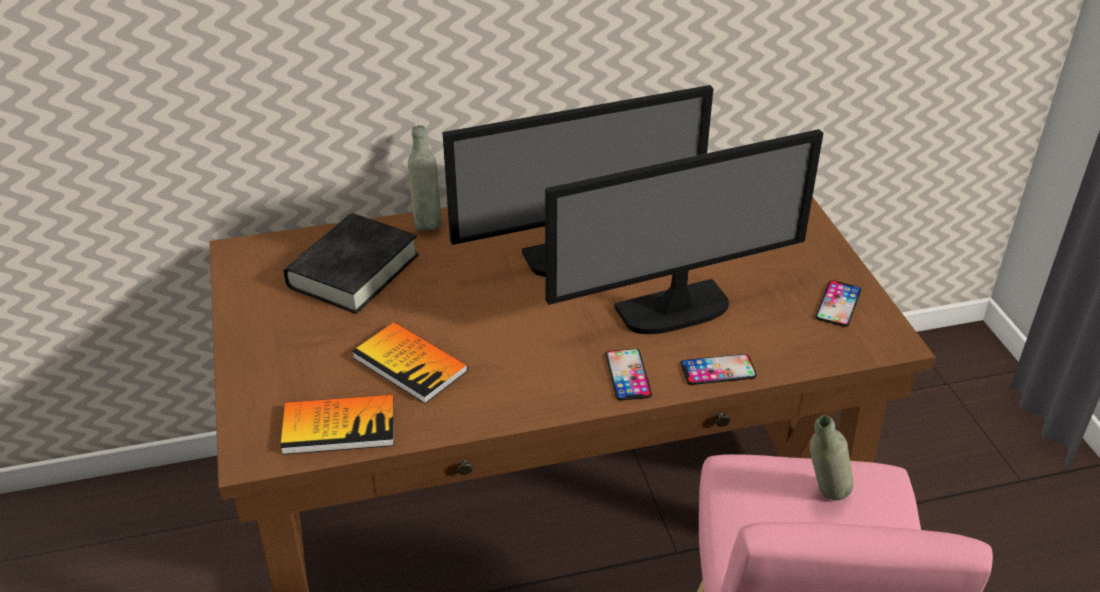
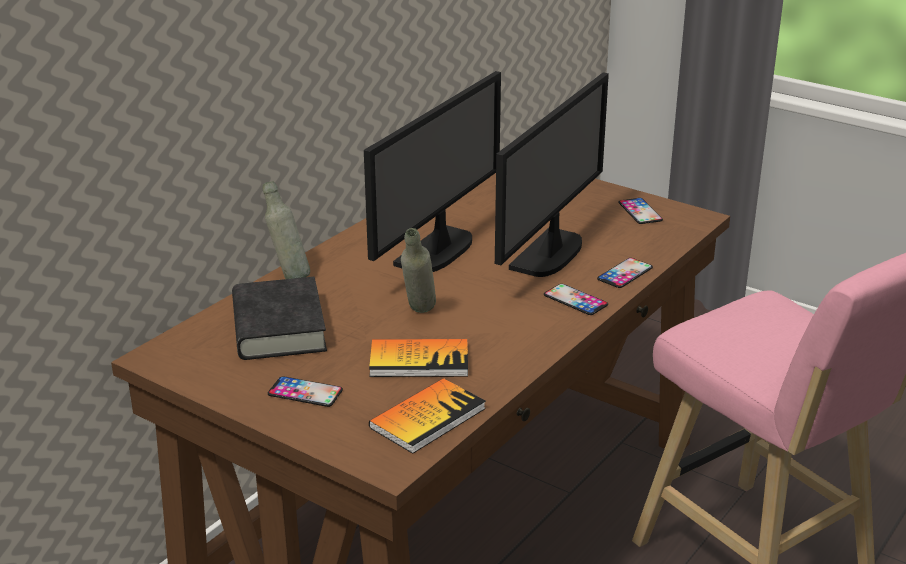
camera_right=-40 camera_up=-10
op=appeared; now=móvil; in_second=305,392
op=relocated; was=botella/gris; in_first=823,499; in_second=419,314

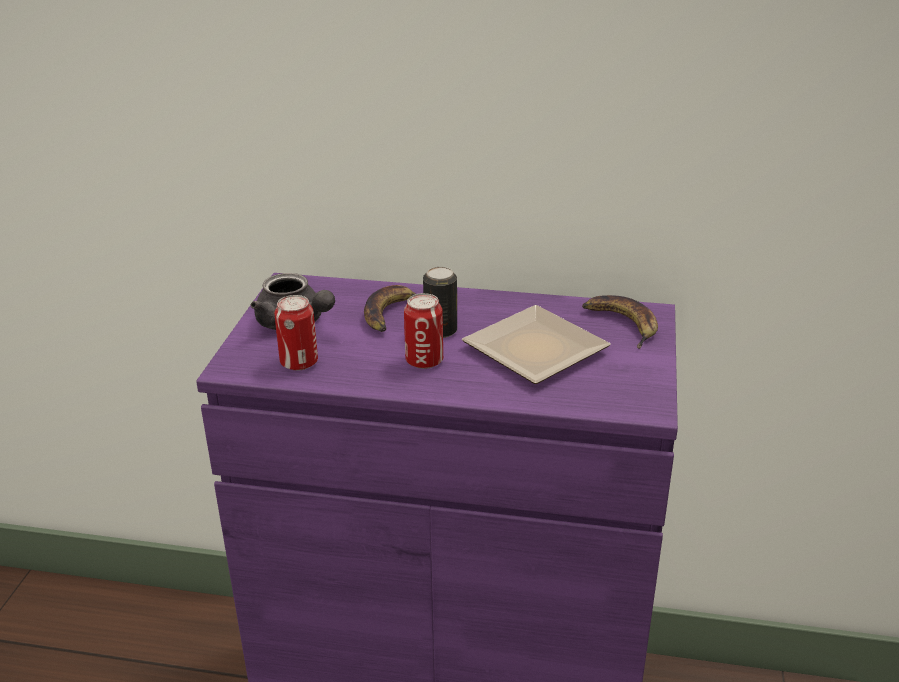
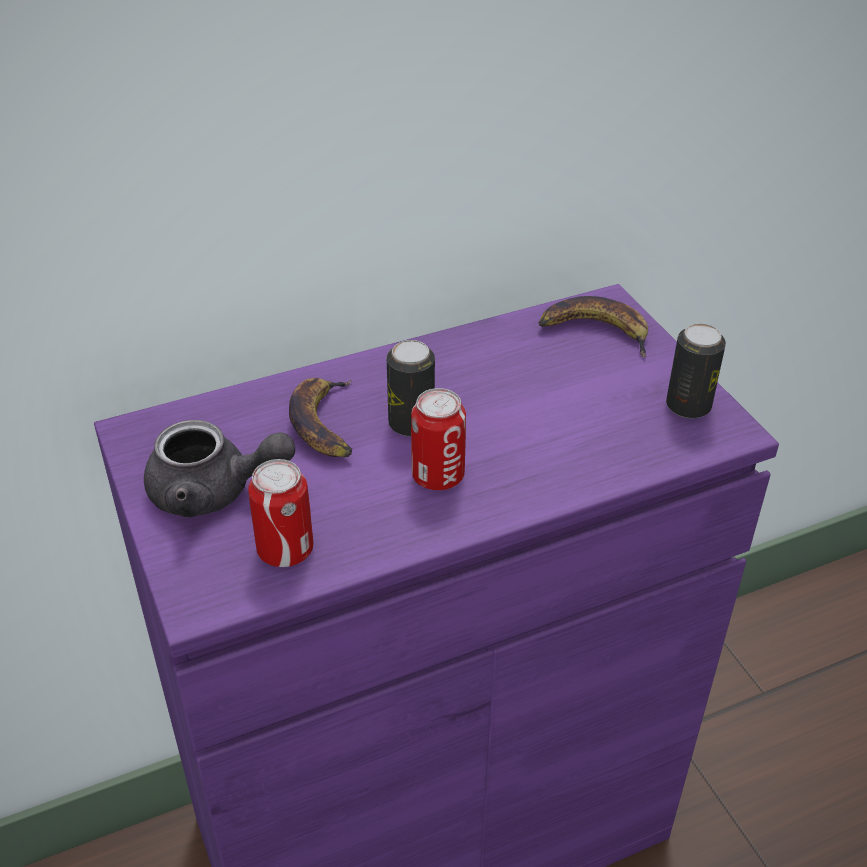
camera_right=-35 camera_up=10
op=missing; was=plato; in_first=535,347
op=appeared; now=lata; in_second=688,406

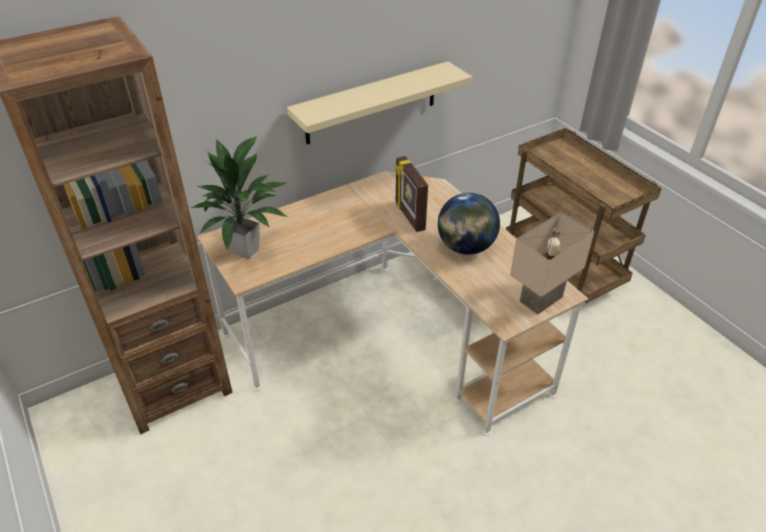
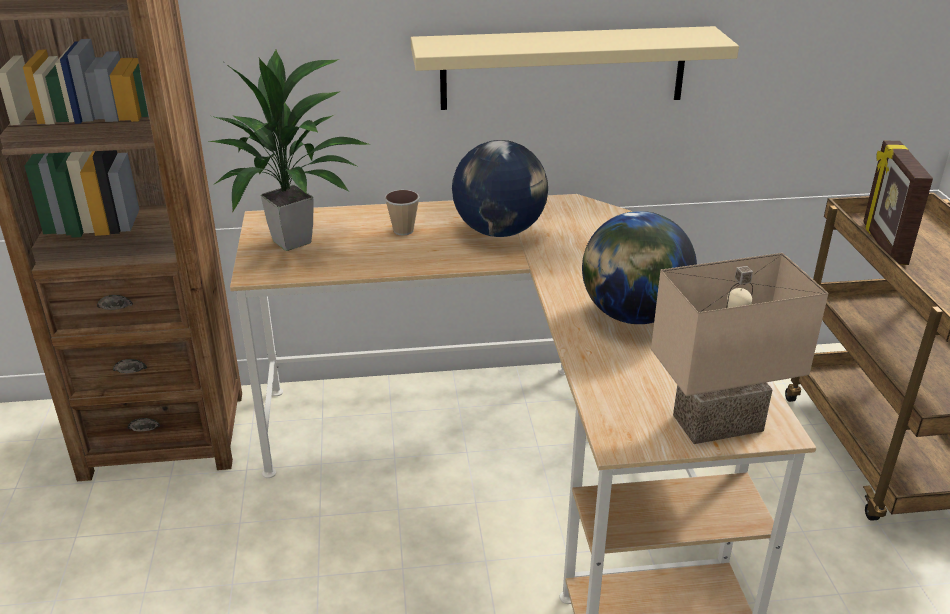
camera_right=25 camera_up=-10
op=appeared; now=taza; in_second=403,230
op=appeared; now=globo terráqueo; in_second=499,231
op=relocated; was=portarretratos; in_first=409,216; in_second=882,244

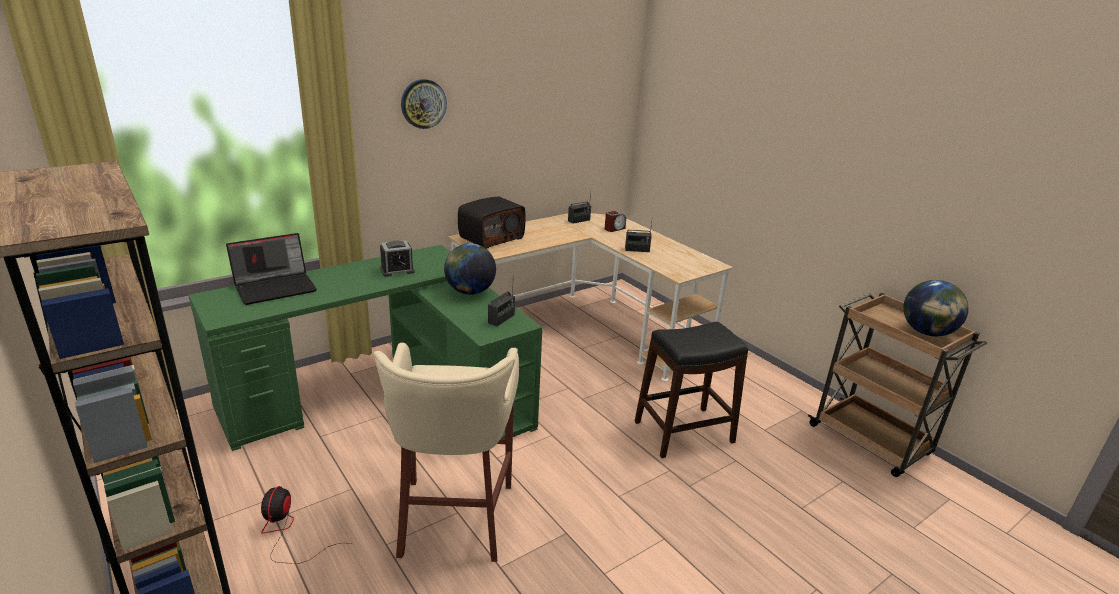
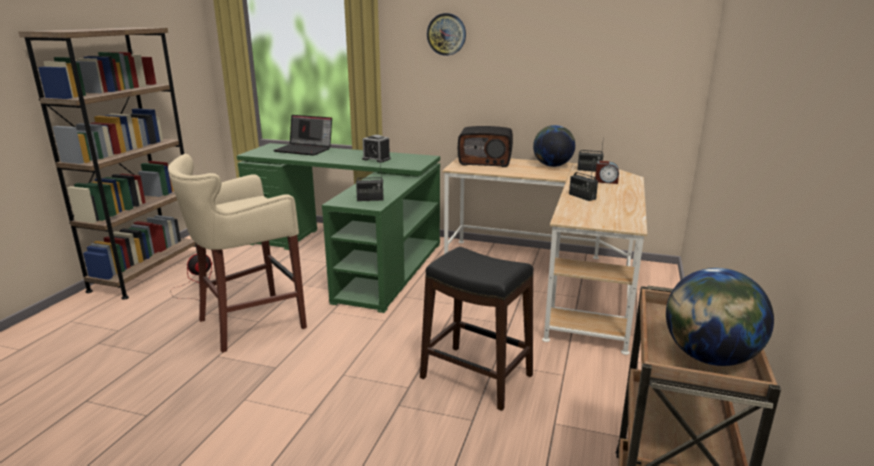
camera_right=55 camera_up=-5
op=relocated; was=globo terráqueo; in_first=470,292; in_second=552,165

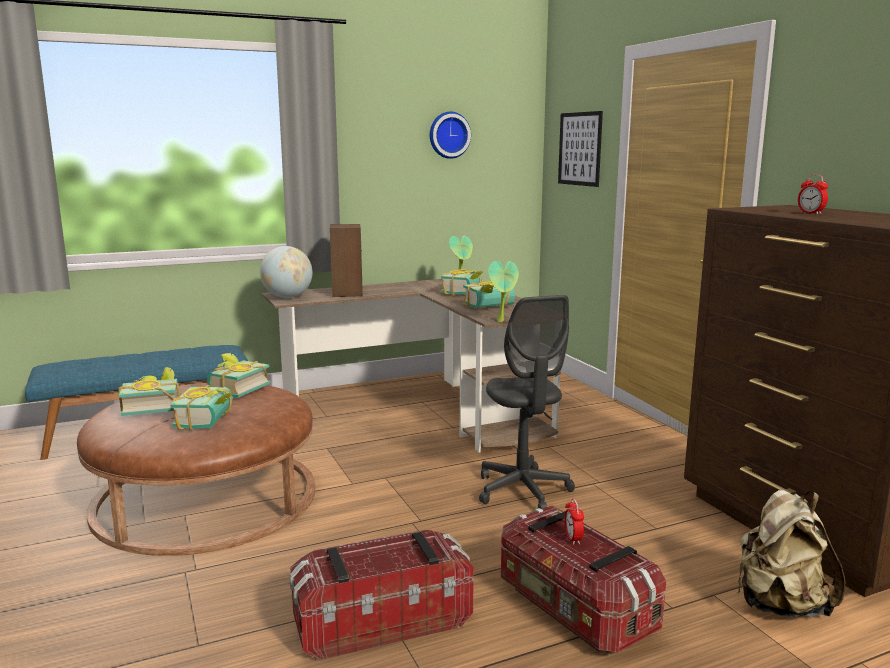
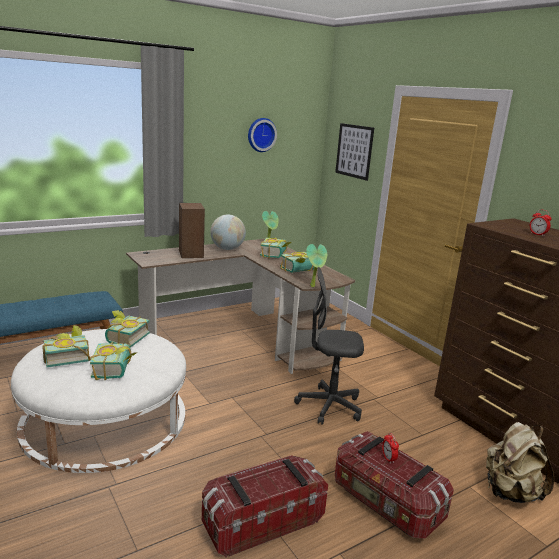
camera_right=-10 camera_up=5
op=relocated; was=globo terráqueo; in_first=287,297; in_second=227,249
op=colour; was=puf/marrón; now=puf/blanco; in_first=206,497; in_second=105,419
op=spun; was=silla de oficina/gris; in_first=523,490; in_second=329,406; clockwise=120

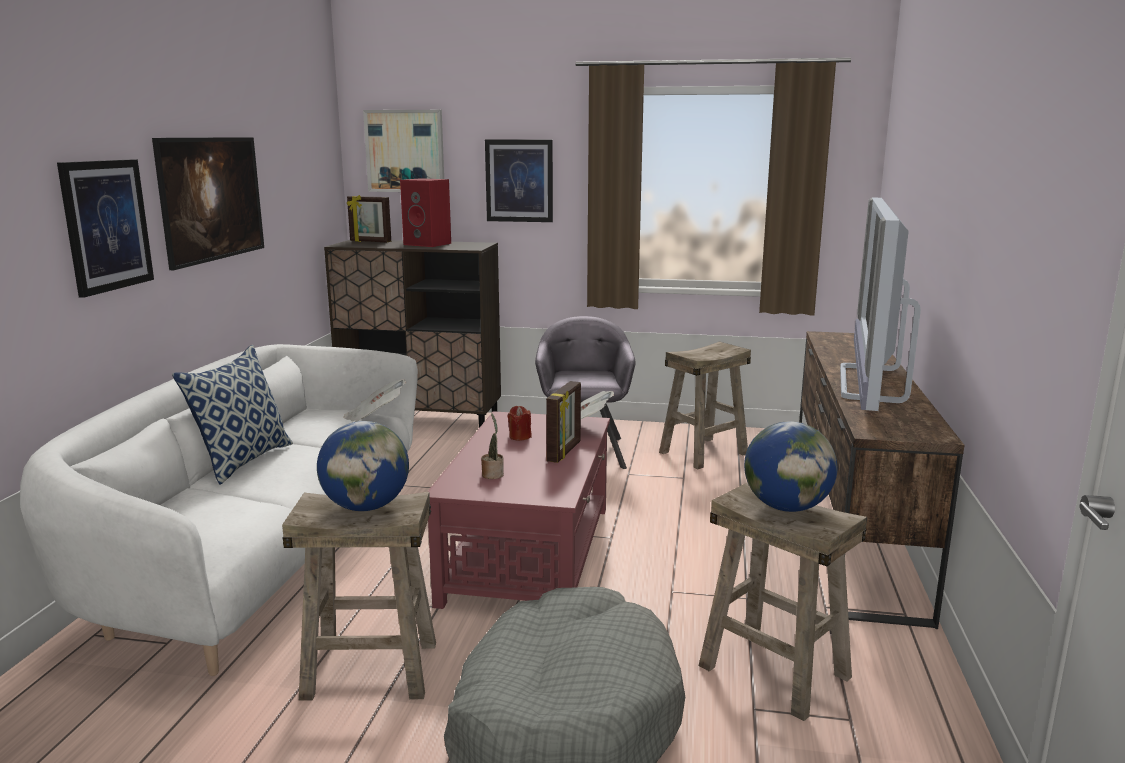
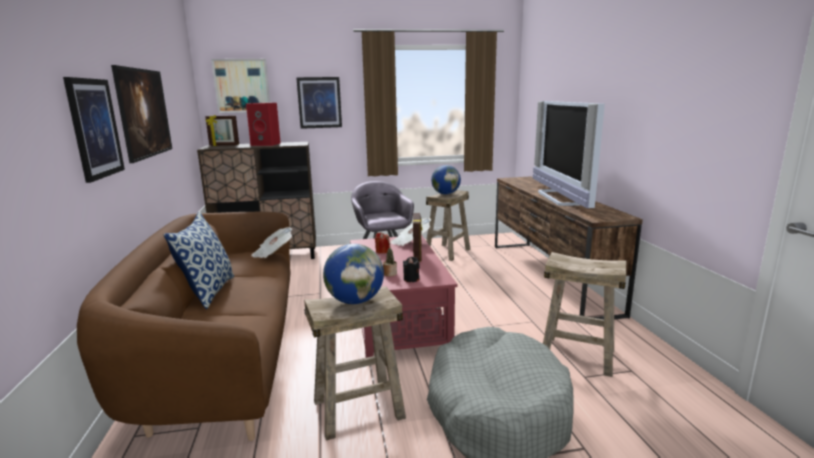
camera_right=-20 camera_up=0
op=appeared; now=vela/negro; in_second=411,279
op=relocated; was=globo terráqueo; in_first=786,507; in_second=445,194
op=colour; was=sofá/blanco; now=sofá/marrón; in_first=263,553; in_second=225,354

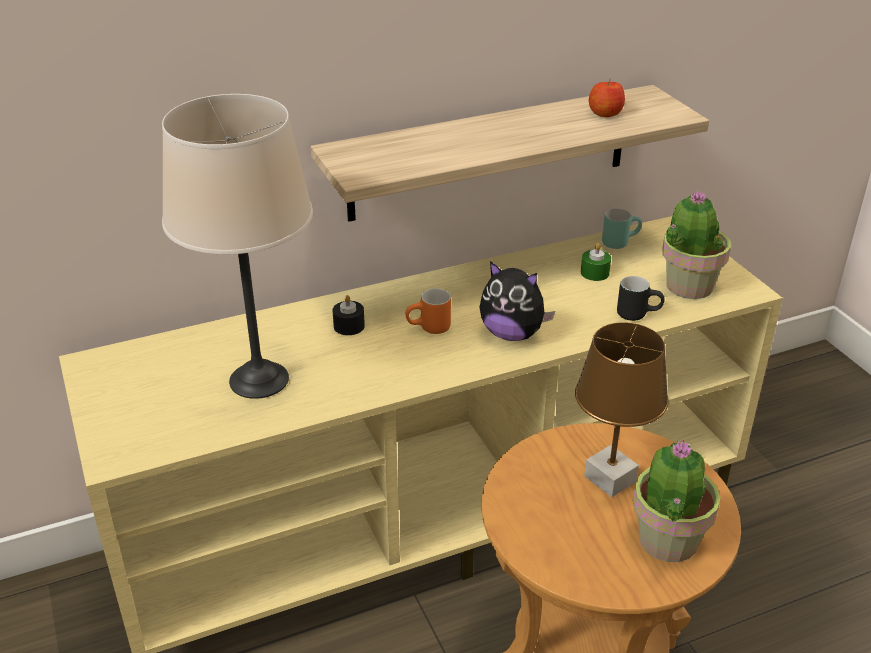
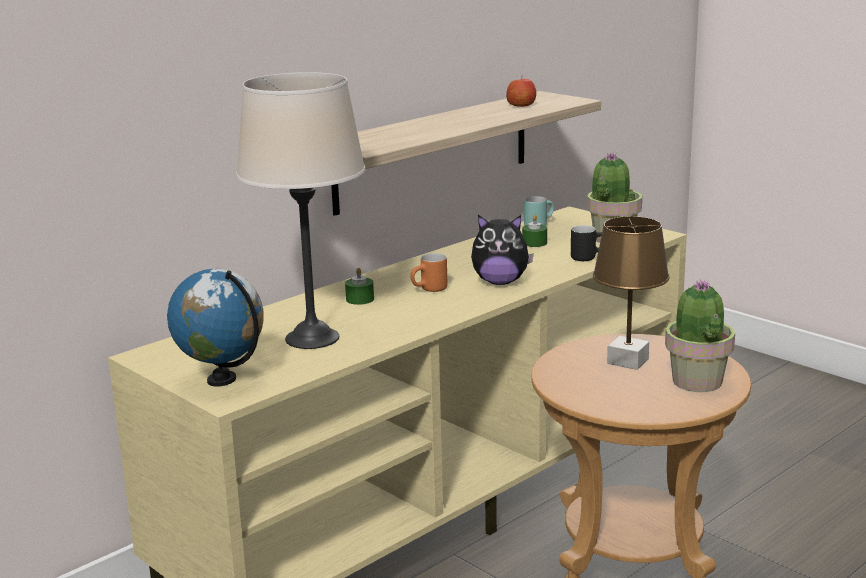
camera_right=-20 camera_up=-15
op=appeared; now=globo terráqueo; in_second=222,380
op=colour; was=vela/negro; now=vela/verde; in_first=349,326; in_second=360,299

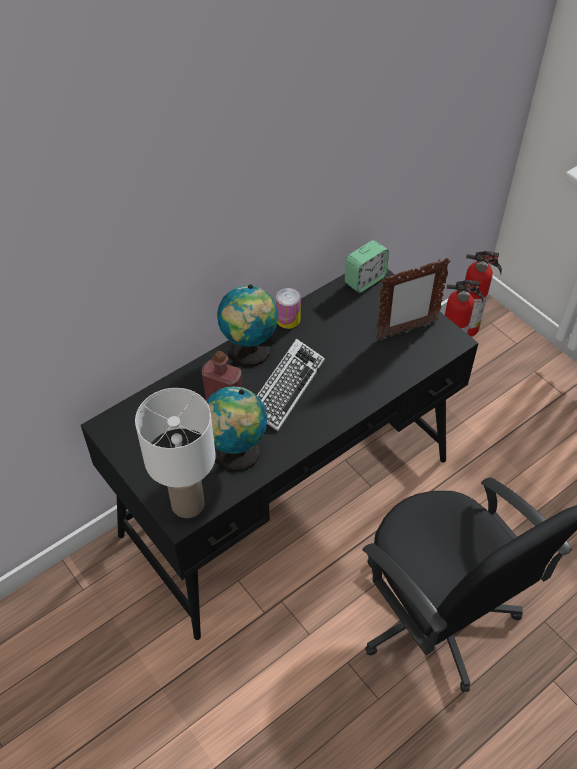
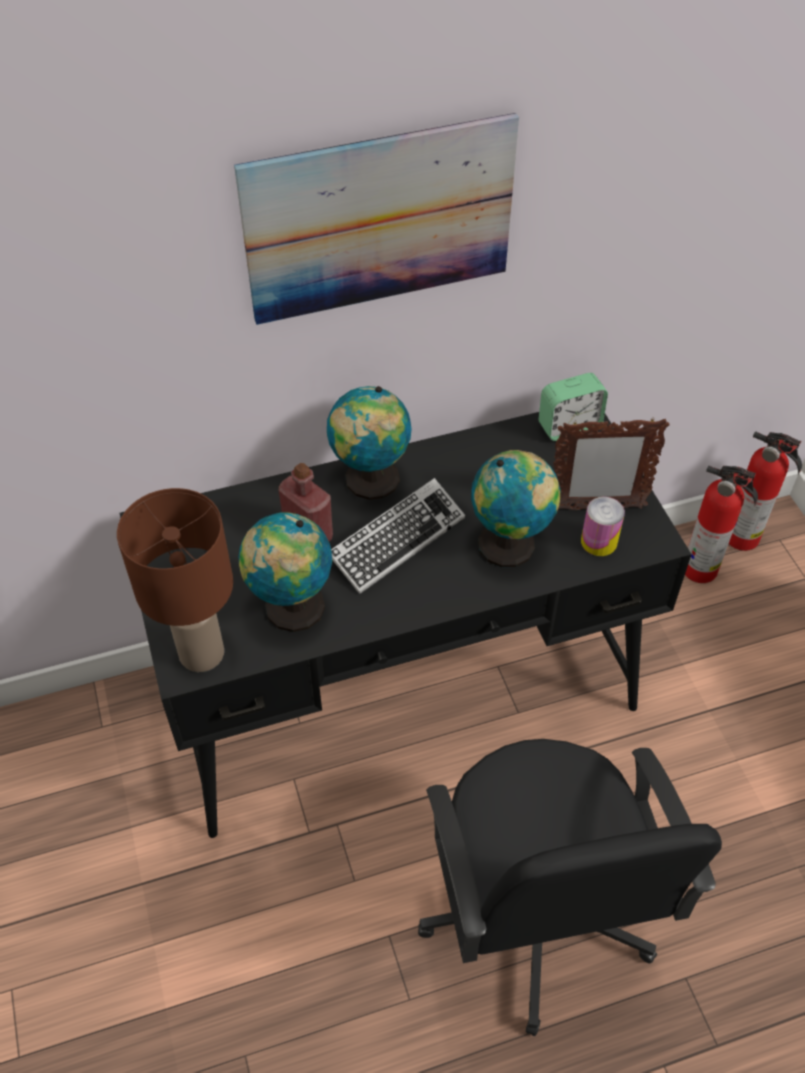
camera_right=20 camera_up=0
op=appeared; now=cuadro; in_second=380,220
op=appeared; now=globo terráqueo; in_second=510,545
op=relocated; was=lata; in_first=288,319; in_second=599,541
op=colour; was=lámpara de mesa/blanco; now=lámpara de mesa/marrón; in_first=189,503; in_second=203,653

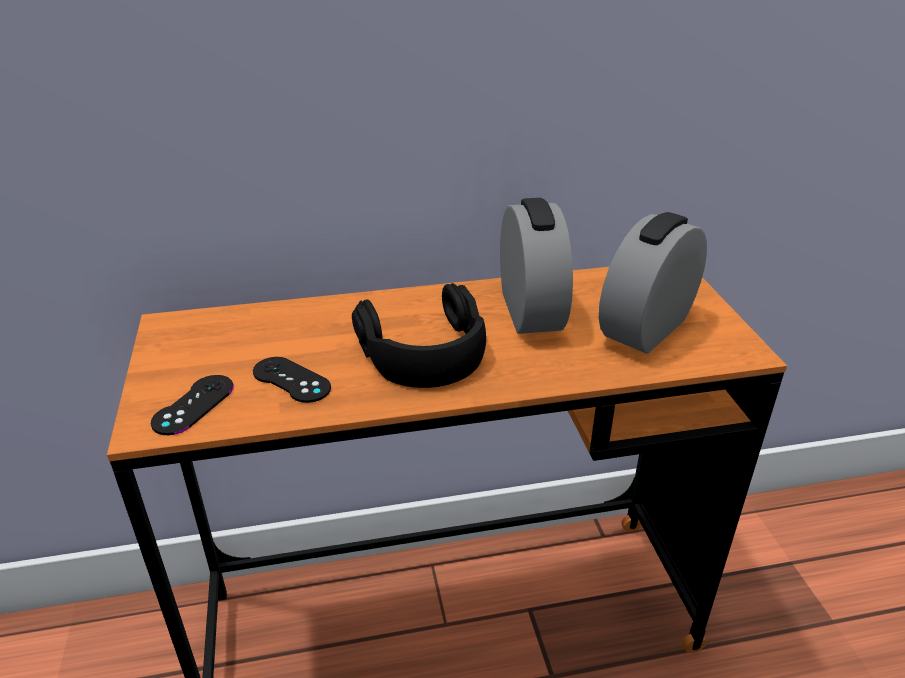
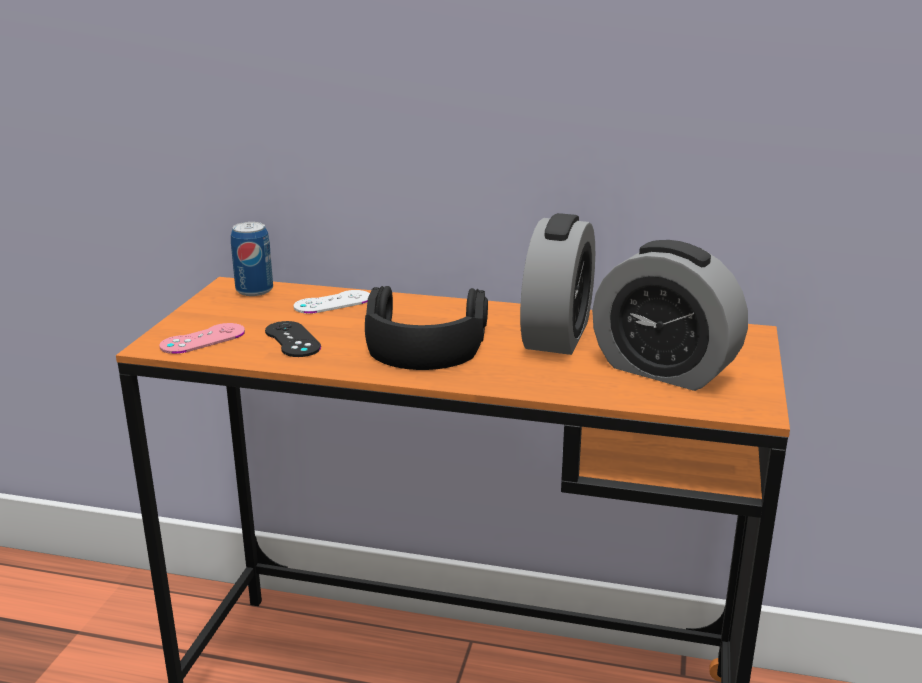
camera_right=25 camera_up=-10
op=appeared; now=lata; in_second=254,290
op=appeared; now=mando de consola/blanco; in_second=333,302
op=colour; was=mando de consola/negro; now=mando de consola/rosa; in_first=193,405; in_second=203,339
op=spun; was=despertador; in_first=646,328; in_second=663,370; clockwise=-120

